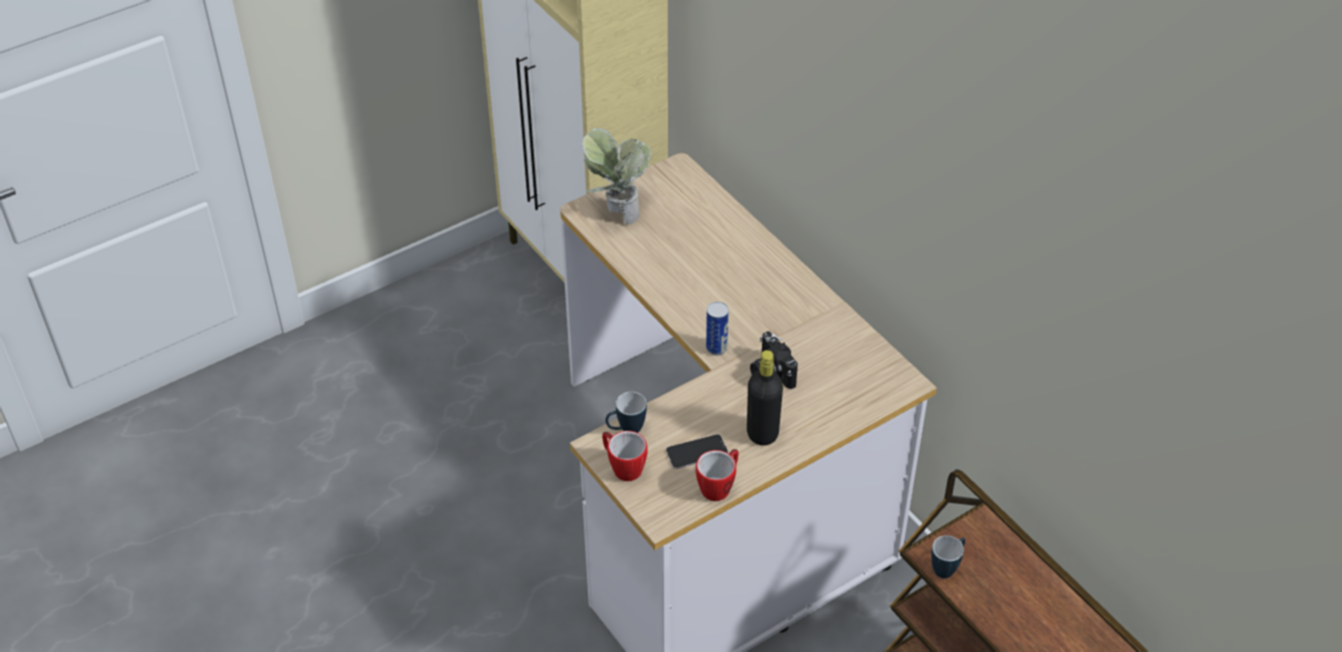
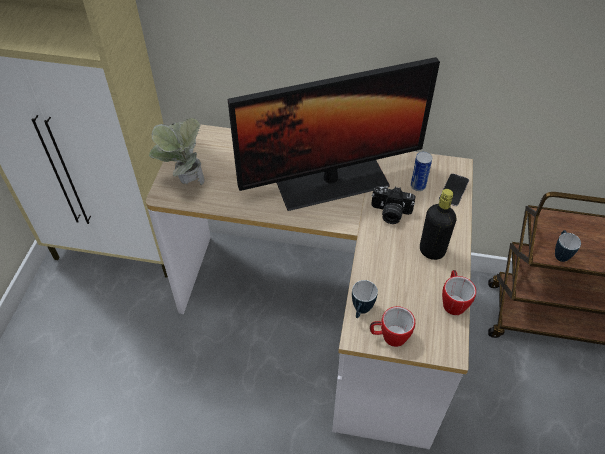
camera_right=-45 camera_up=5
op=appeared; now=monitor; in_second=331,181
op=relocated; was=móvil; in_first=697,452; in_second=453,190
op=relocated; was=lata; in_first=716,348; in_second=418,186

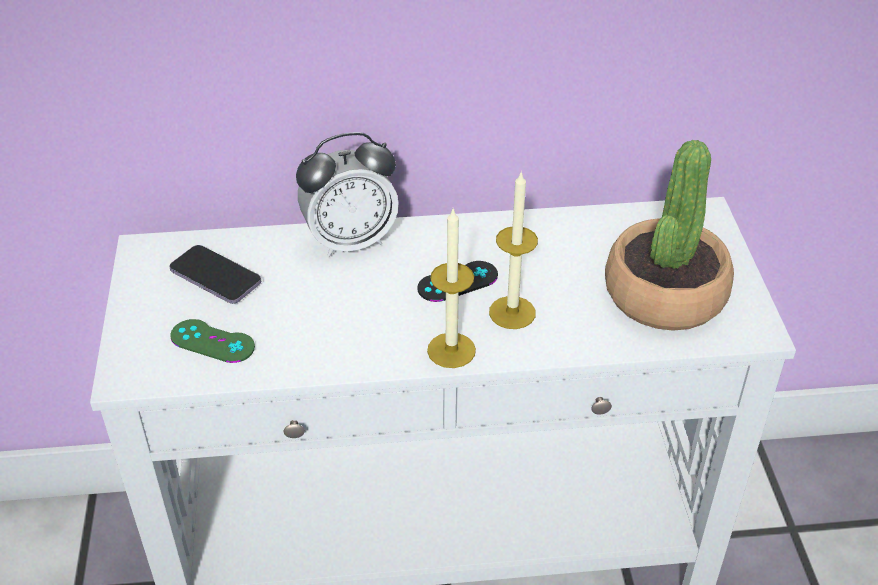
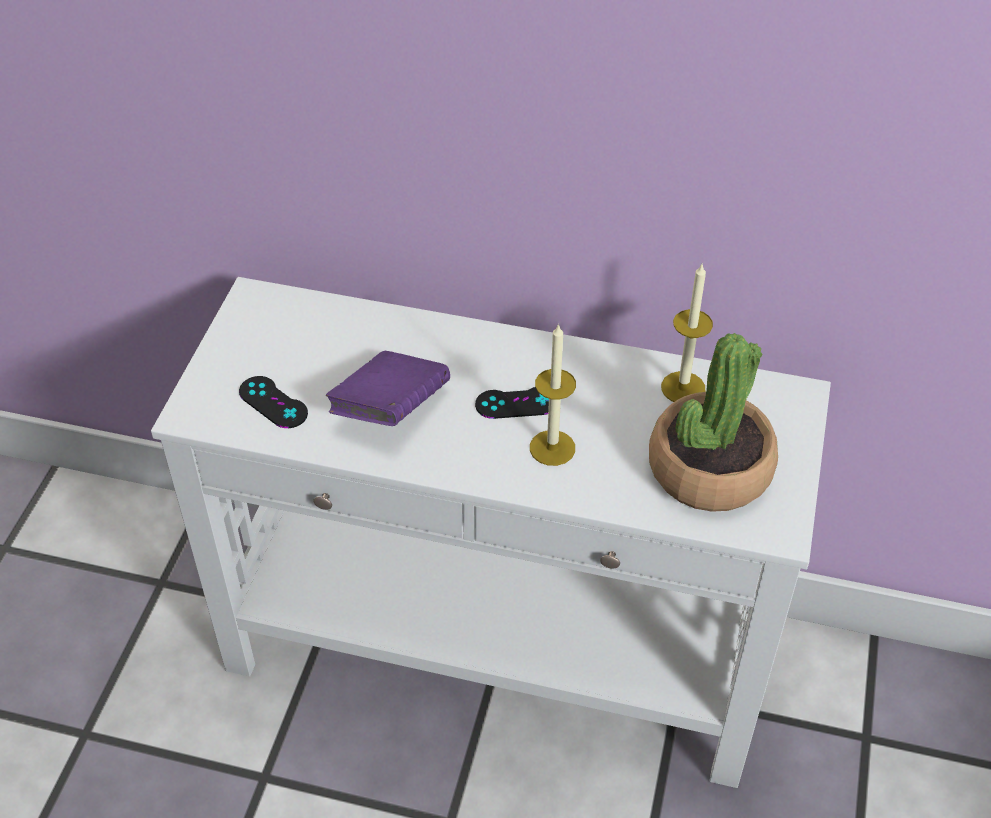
camera_right=20 camera_up=5
op=missing; was=móvil; in_first=215,277
op=missing; was=despertador; in_first=350,241
op=appeared; now=libro/morado; in_second=390,409
op=relocated; was=vela; in_first=451,350; in_second=683,388
op=colour; was=mando de consola/verde; now=mando de consola/negro; in_first=212,341; in_second=273,402

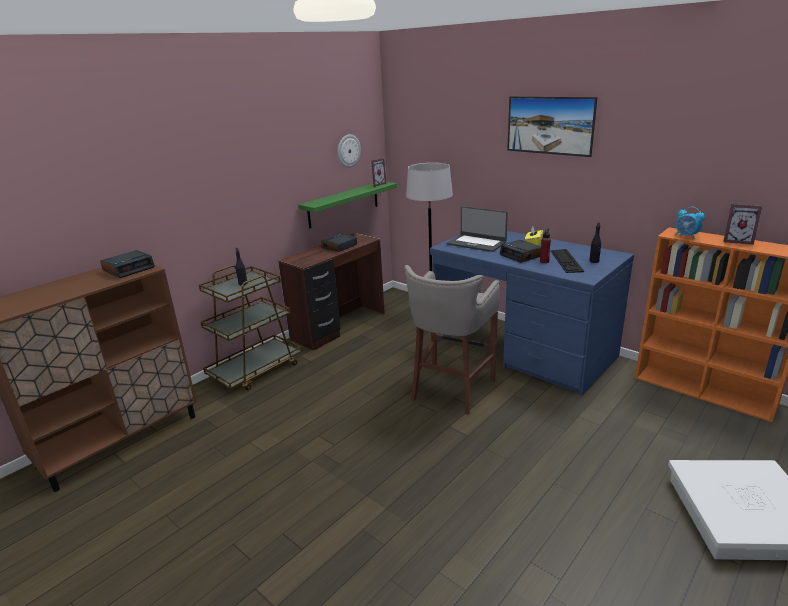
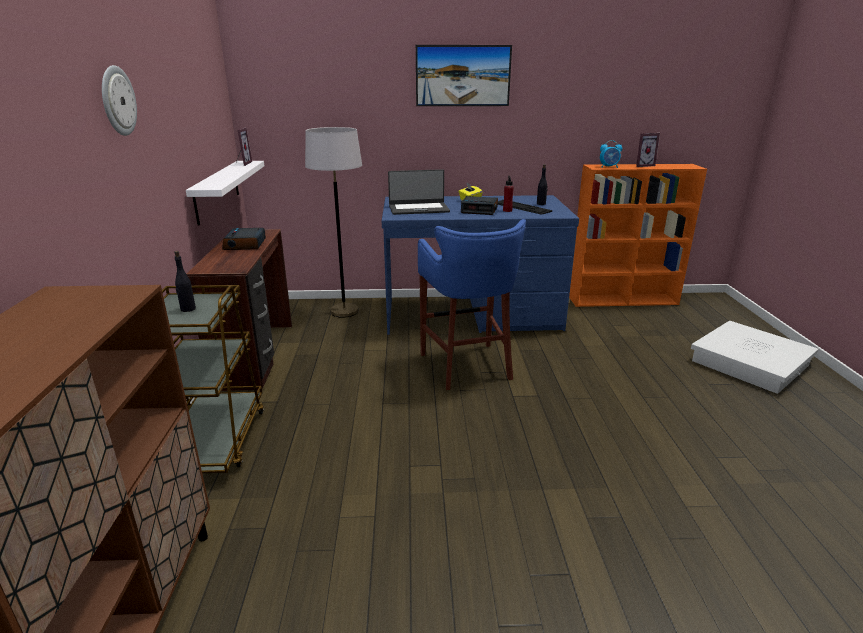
camera_right=-45 camera_up=0
op=missing; was=despertador; in_first=129,269
op=relocated; was=reloj de pared; in_first=348,151; in_second=117,101
op=colour; was=estante/verde; now=estante/blanco; in_first=343,204; in_second=217,191
op=colour; was=taburete/gris; now=taburete/azul; in_first=451,390; in_second=467,367

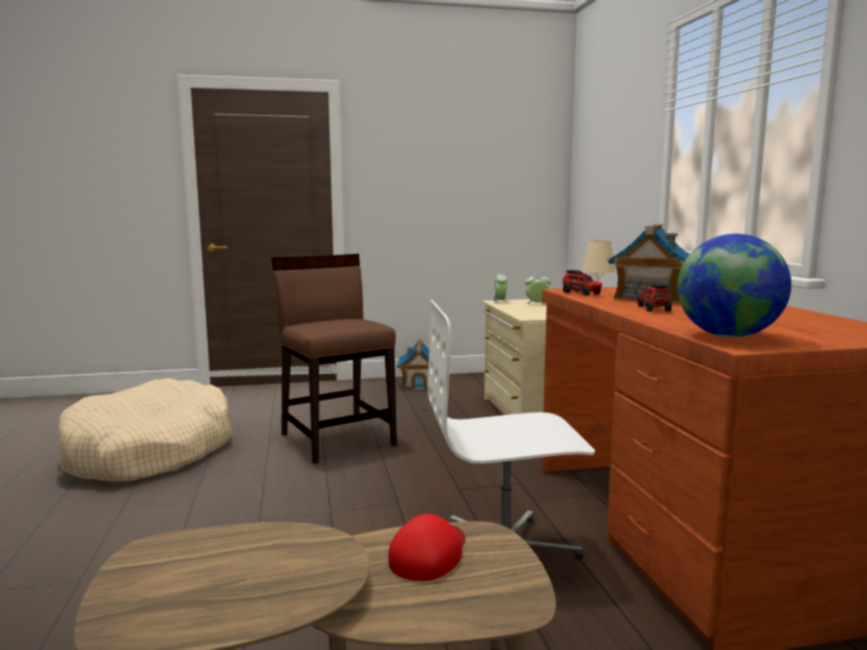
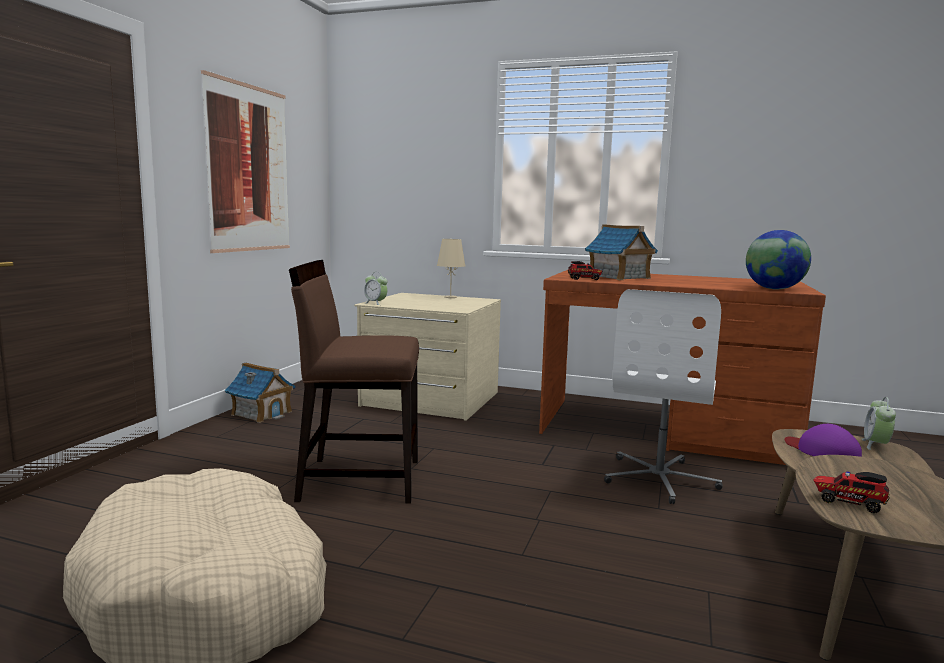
camera_right=-60 camera_up=0
op=appeared; now=cuadro; in_second=248,168
op=relocated; was=despertador; in_first=537,304; in_second=876,445
op=relocated; was=camión de juguete; in_first=653,308; in_second=848,502
op=colour; was=gorra/rojo; now=gorra/morado; in_first=430,554; in_second=822,451

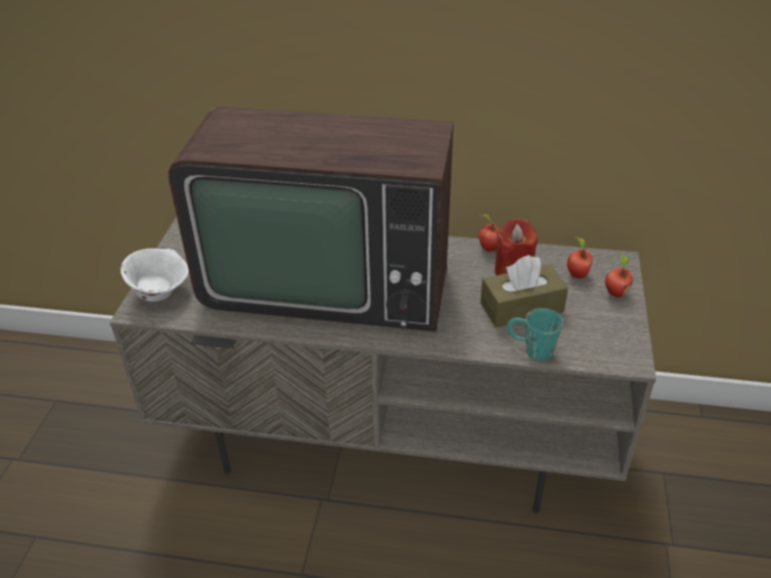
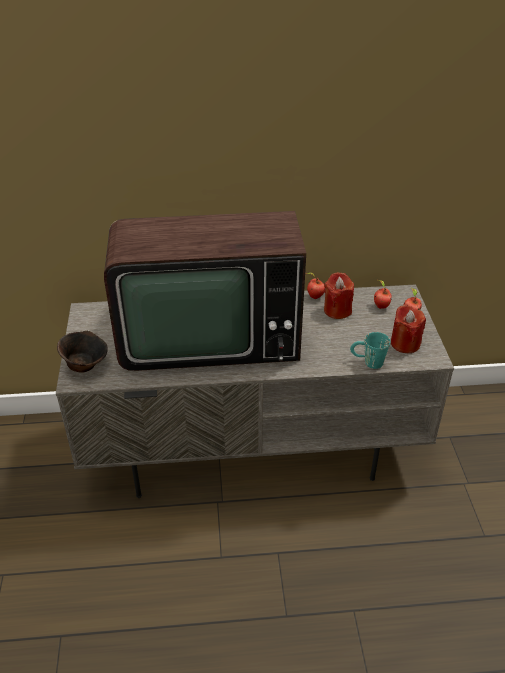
camera_right=-15 camera_up=0
op=missing; was=caja de pañuelos/marrón; in_first=521,307
op=appeared; now=vela/rojo; in_second=405,343
op=colour; was=cuenco/blanco; now=cuenco/marrón; in_first=160,292; in_second=85,365

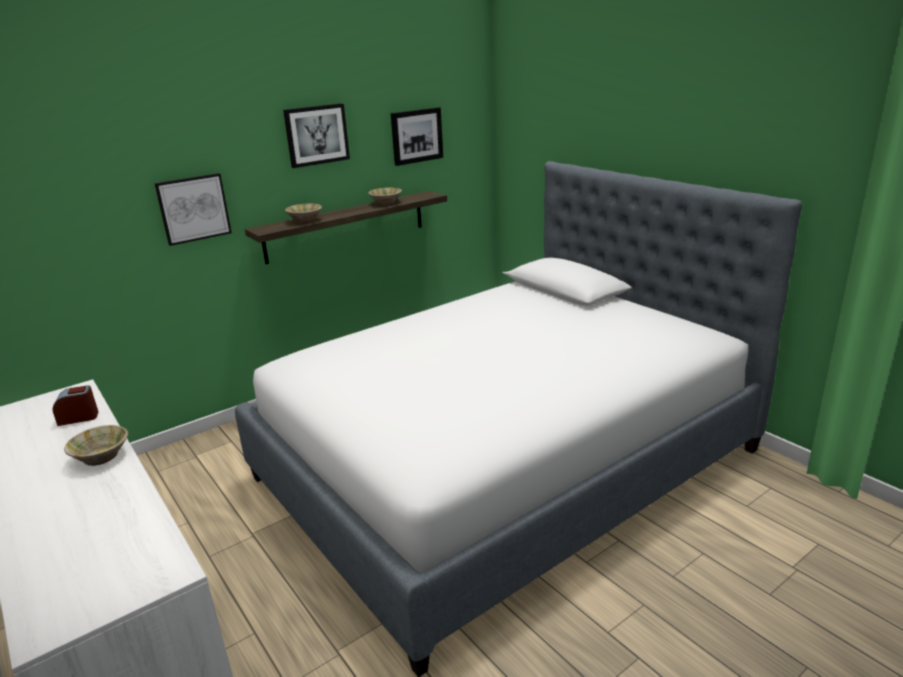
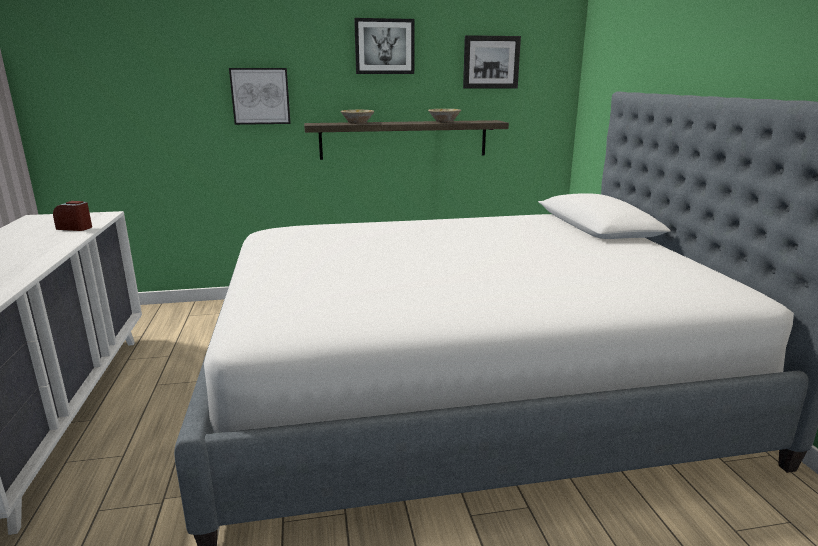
camera_right=25 camera_up=-5
op=missing; was=cuenco/beis; in_first=102,456

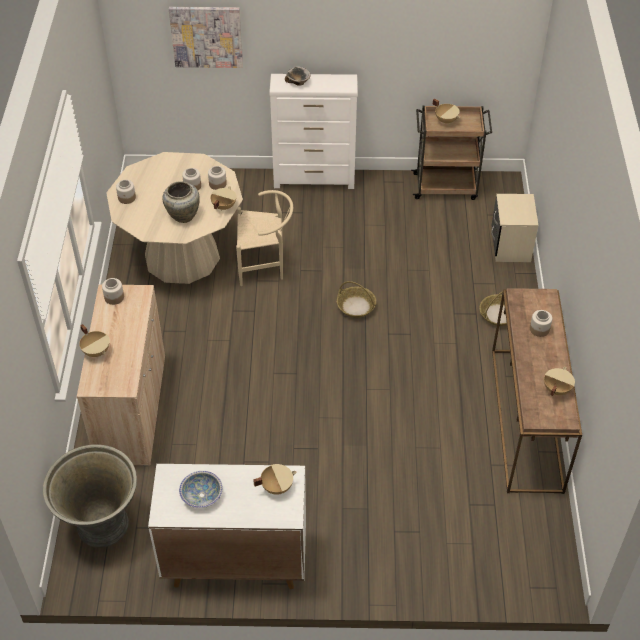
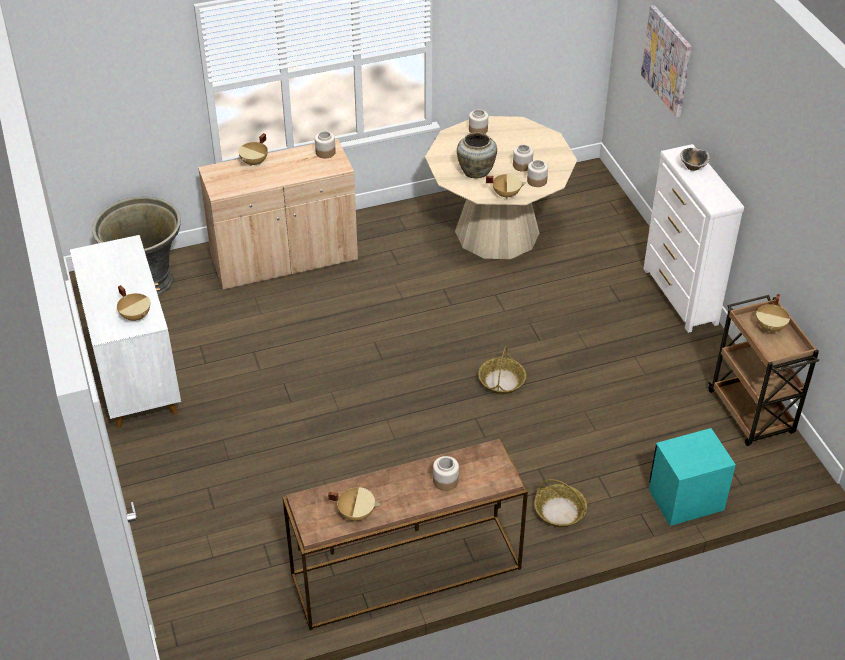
camera_right=70 camera_up=-5
op=missing; was=cuenco; in_first=201,495
op=missing; was=silla/beis; in_first=265,265
op=colour; was=mesita de noche/beis; now=mesita de noche/turquesa; in_first=510,246; in_second=685,499

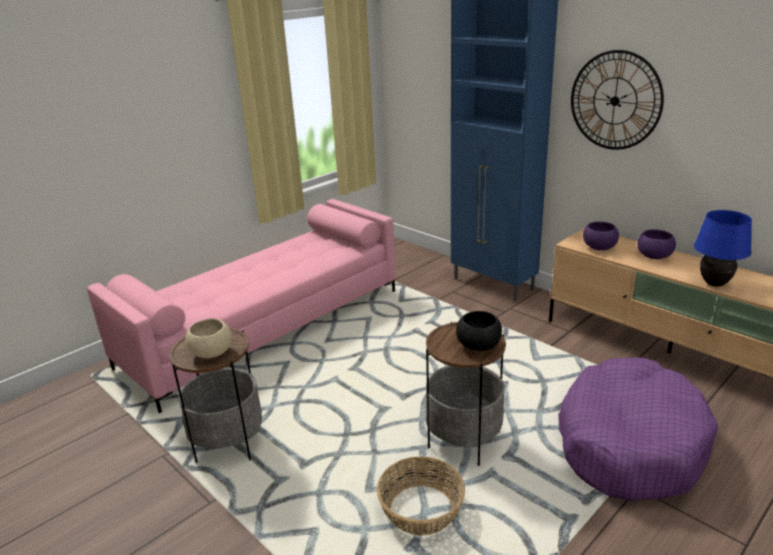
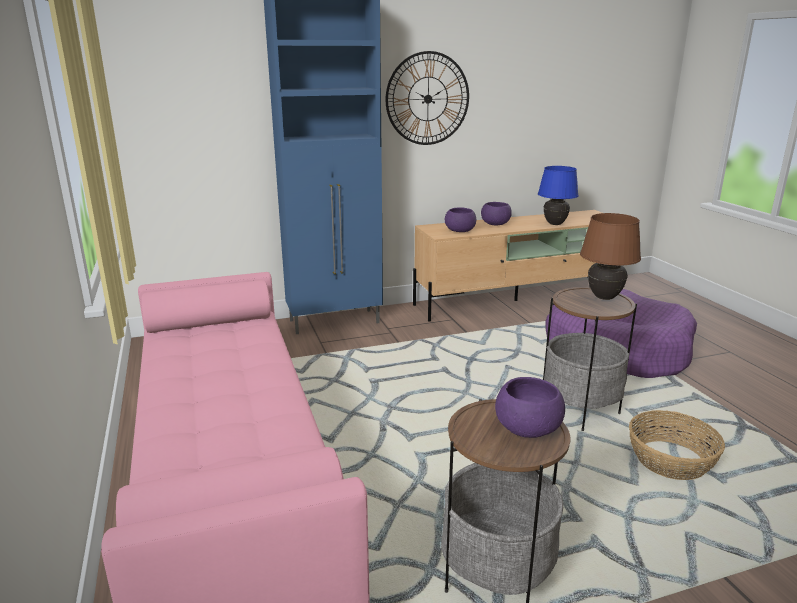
camera_right=-65 camera_up=-5
op=exchanged; was=cuenco/negro; now=lámpara de mesa/marrón; in_first=479,345; in_second=604,297
op=colour; was=cuenco/beis; now=cuenco/morado; in_first=211,353; in_second=528,429

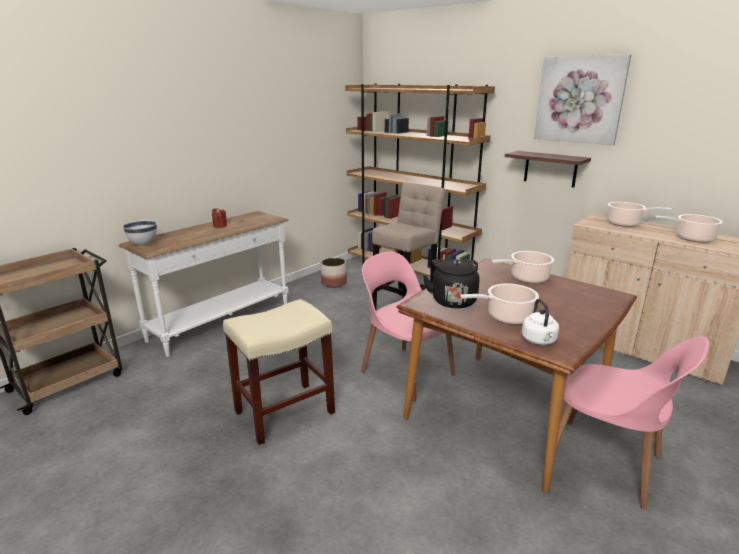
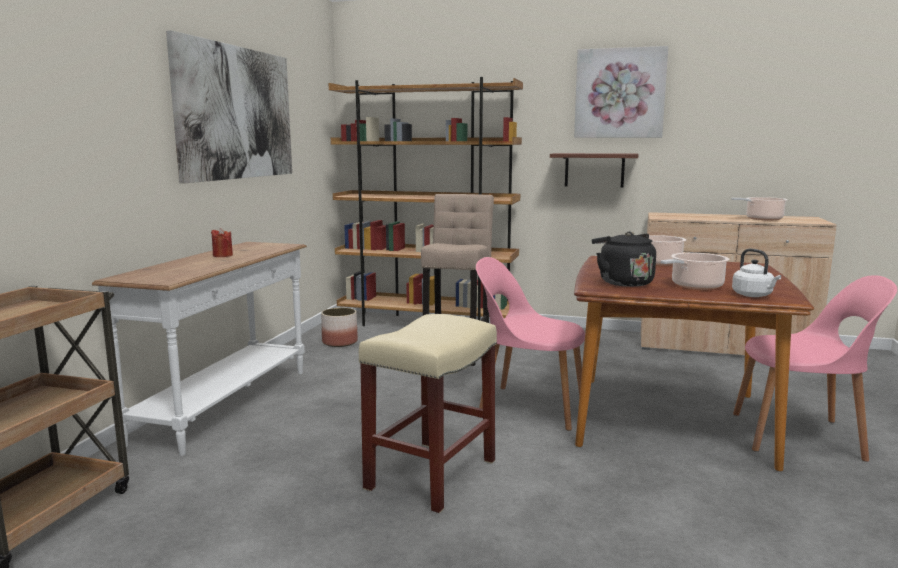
camera_right=-25 camera_up=-10
op=missing; was=cuenco/blanco; in_first=143,244
op=missing; was=olla; in_first=626,224
op=appeared; now=cuadro; in_second=236,113

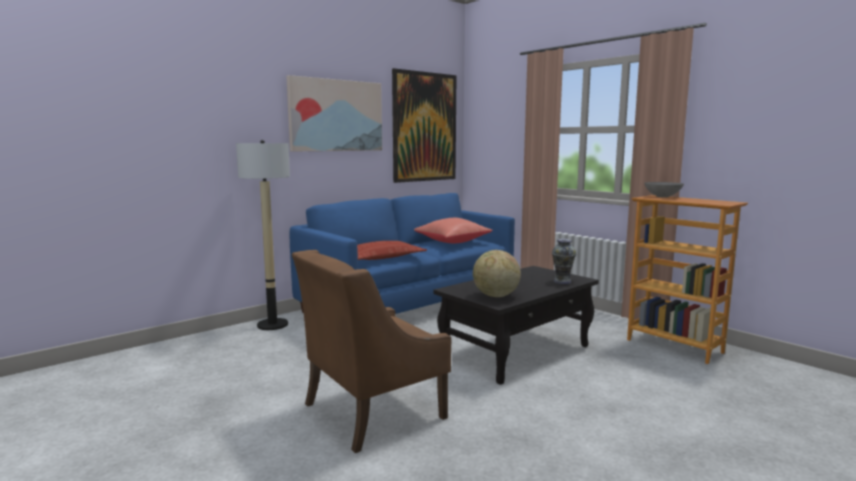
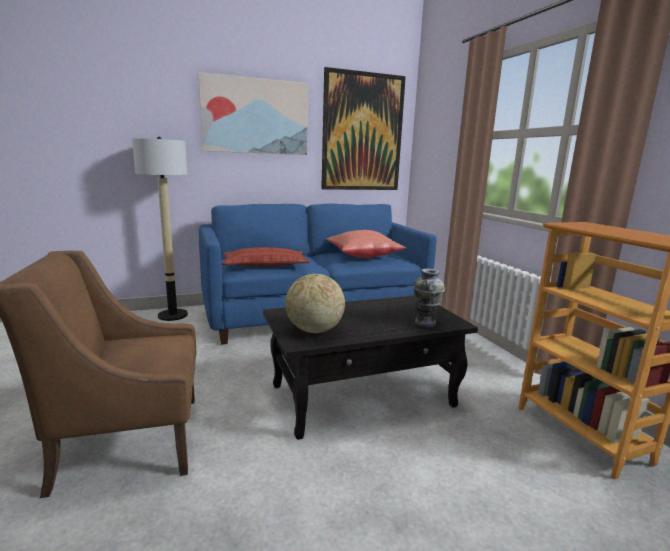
camera_right=20 camera_up=5
op=missing; was=cuenco/gris; in_first=662,196

